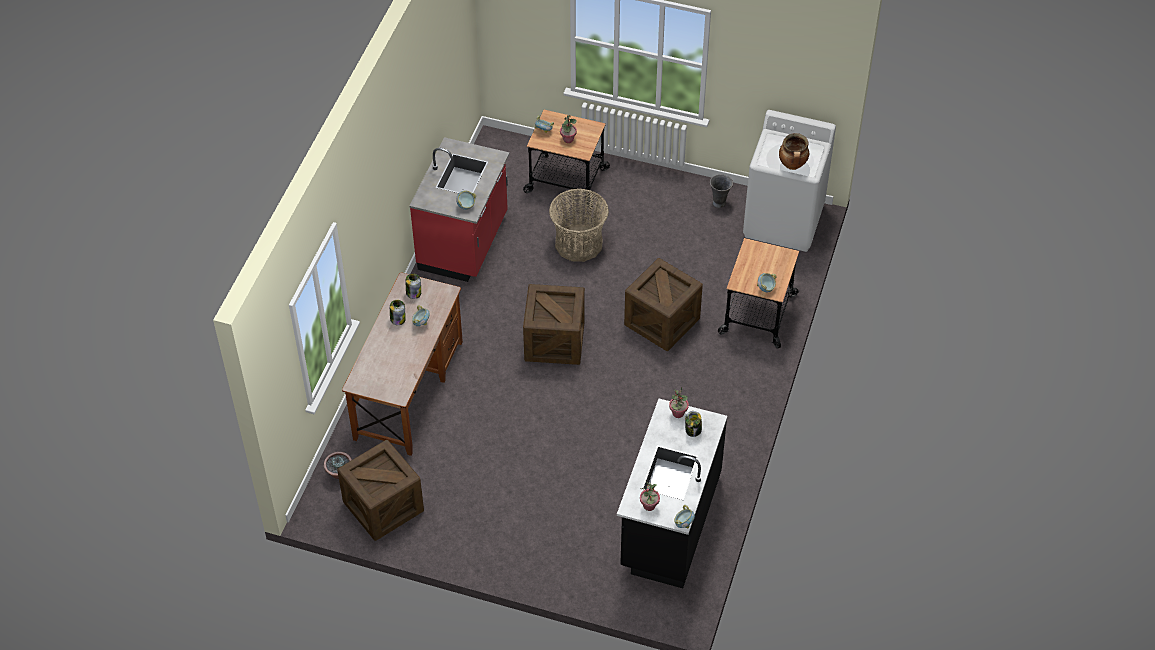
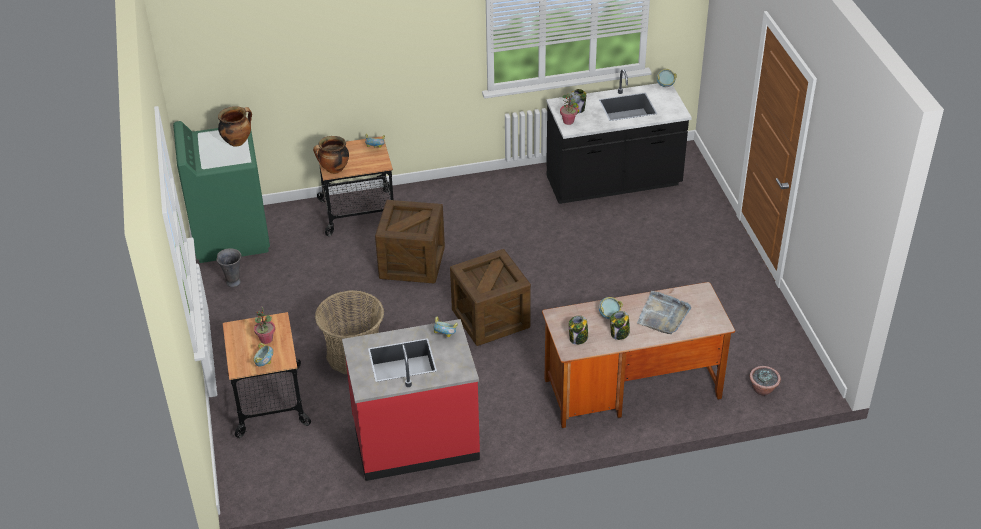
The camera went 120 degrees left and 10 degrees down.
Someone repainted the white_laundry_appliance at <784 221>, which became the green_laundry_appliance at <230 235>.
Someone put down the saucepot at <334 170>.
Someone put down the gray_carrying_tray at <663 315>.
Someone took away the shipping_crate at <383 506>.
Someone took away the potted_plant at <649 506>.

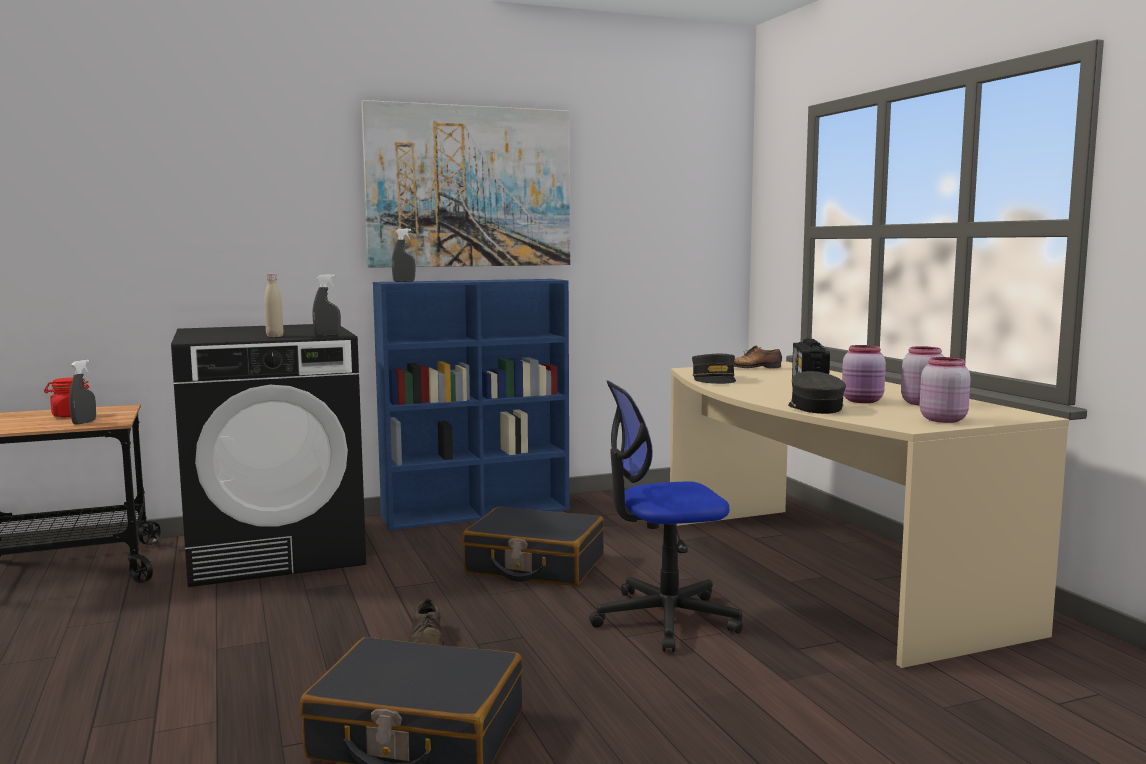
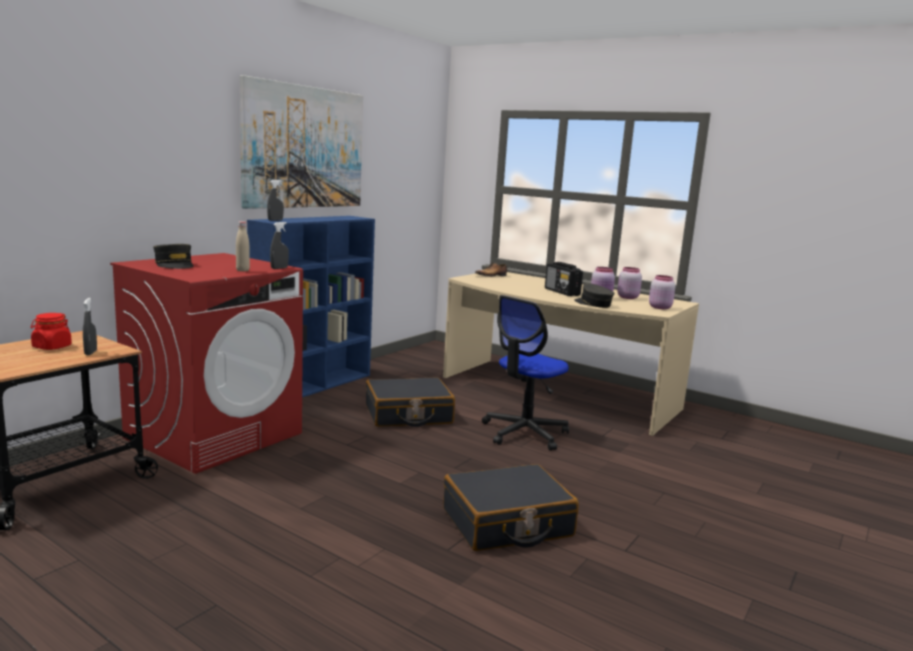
The camera went 35 degrees left and 5 degrees up.
Someone repainted the blackish_laundry_appliance at <276 551>, which became the red-coloured_laundry_appliance at <215 435>.
Someone carried the gray_cap from <714 379> to <174 265>.
Someone took away the brown-coloured_low_shoe at <427 642>.

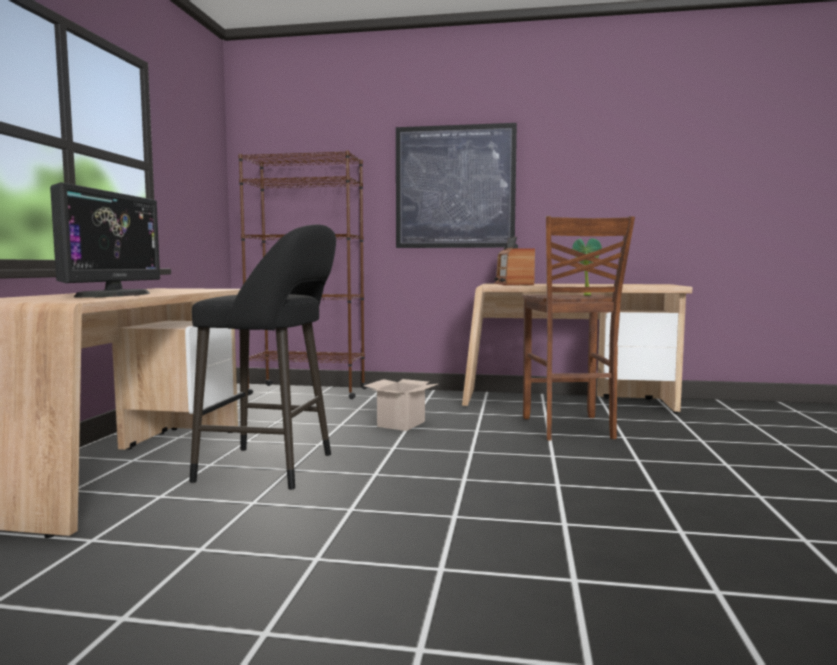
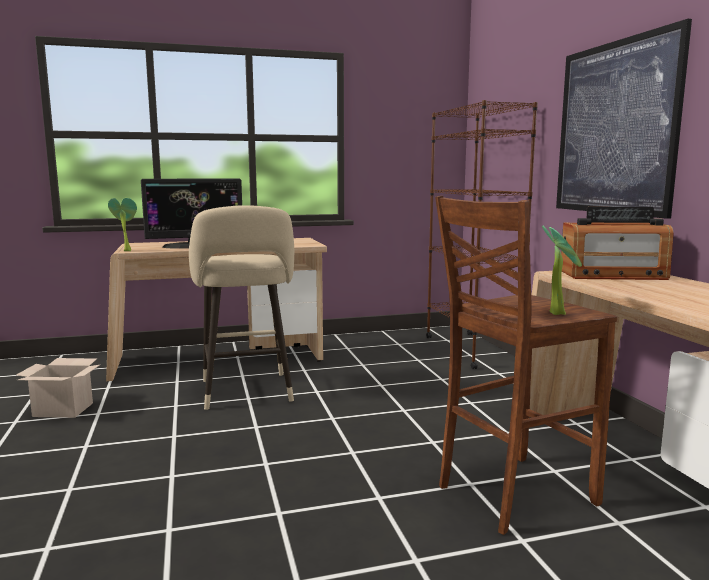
The camera went 65 degrees right and 5 degrees up.
Someone carried the cardboard_box from <401 423> to <65 409>.
Someone put down the potted_plant at <126 251>.
Someone repainted the blackish_stool_seat at <273 468>, which became the beige_stool_seat at <247 393>.
Someone rotated the radio_receiver at <513 284> by 150 degrees counterclockwise.

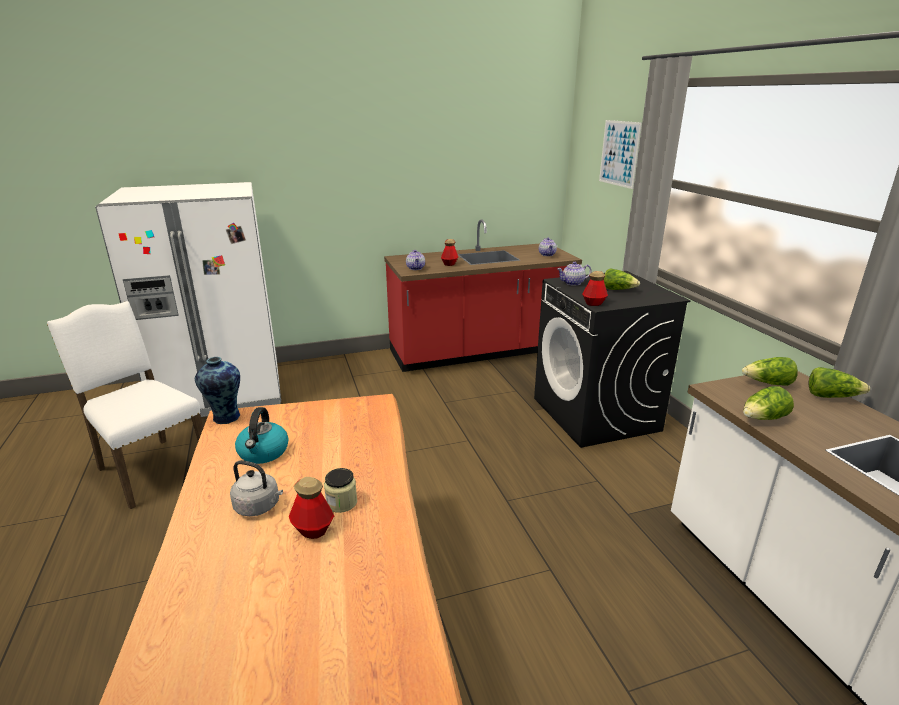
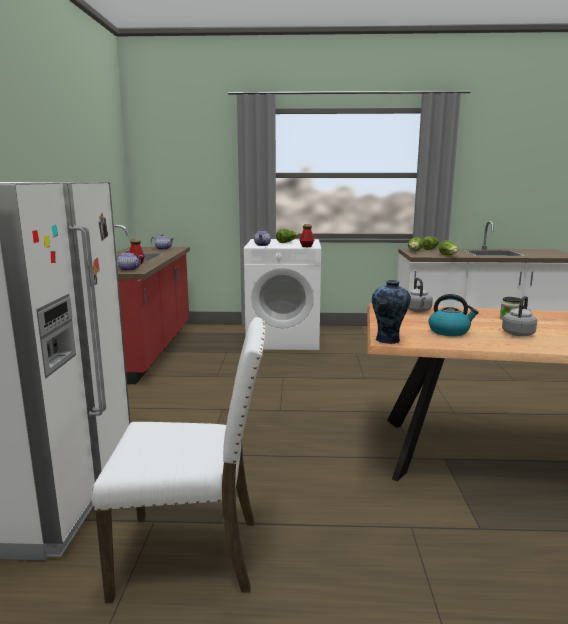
The camera went 70 degrees left and 10 degrees down.
Someone rotated the white_chair at <150 469> by 150 degrees counterclockwise.
Someone repainted the blackish_laundry_appliance at <596 414>, which became the white_laundry_appliance at <284 339>.
Someone put down the gray_kettle at <418 311>.
Someone took away the drink_bottle at <313 529>.
Someone took away the wall_art at <619 153>.

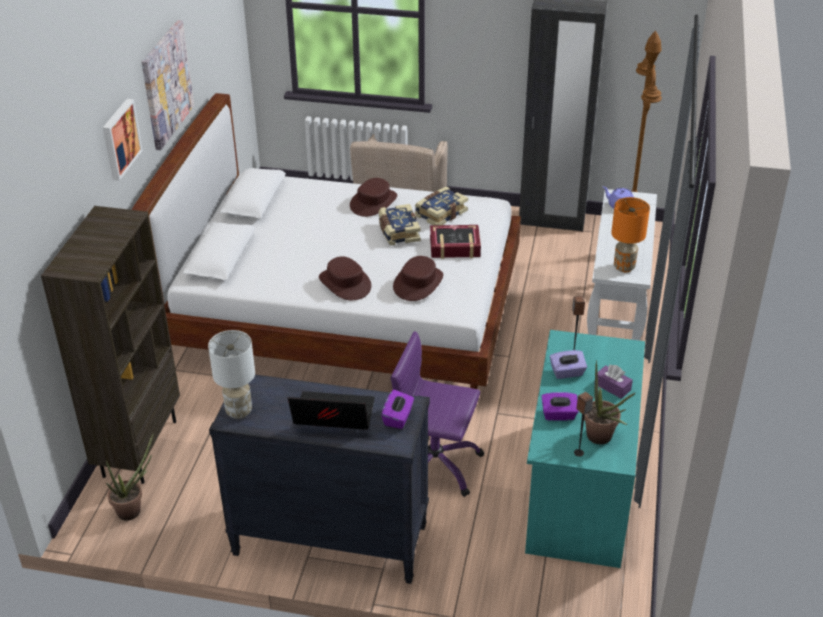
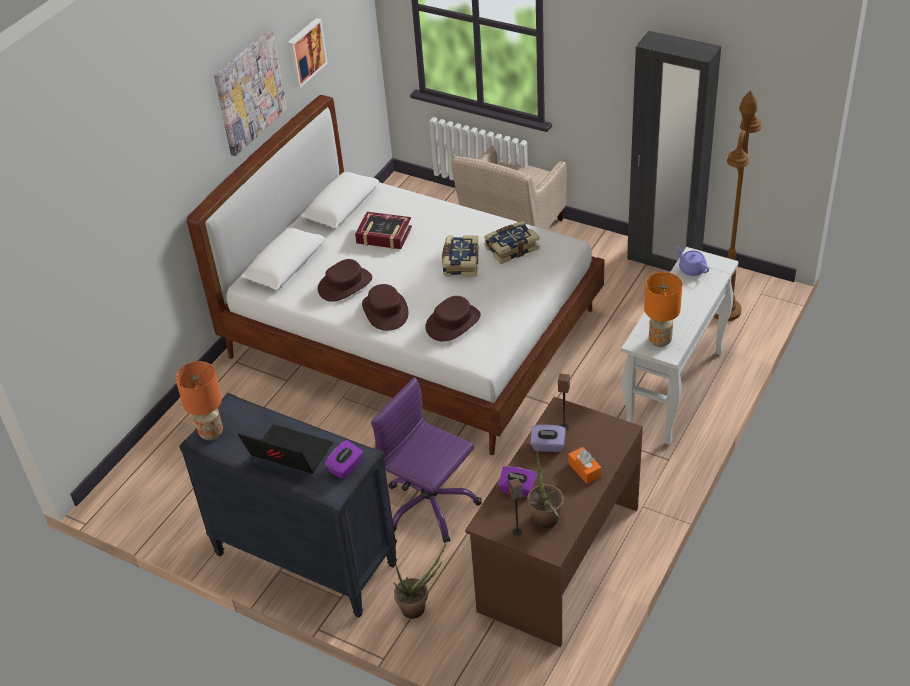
The camera went 20 degrees right and 5 degrees up.
Someone repainted the white_table_lamp at <239 412>, which became the orange-coloured_table_lamp at <211 433>.
Someone carried the wall_art from <119 139> to <305 52>.
Someone carried the brown-coloured_hat from <374 202> to <345 285>.
Someone carried the book from <455 247> to <384 235>.
Someone carried the potted_plant from <134 509> to <418 607>.
Someone repainted the blue-green_desk_unit at <578 488>, which became the brown-coloured_desk_unit at <557 557>.
Someone repainted the purplish_tissue_box at <612 387>, which became the orange-coloured_tissue_box at <584 470>.
Someone took away the brown-coloured_bookshelf at <139 447>.

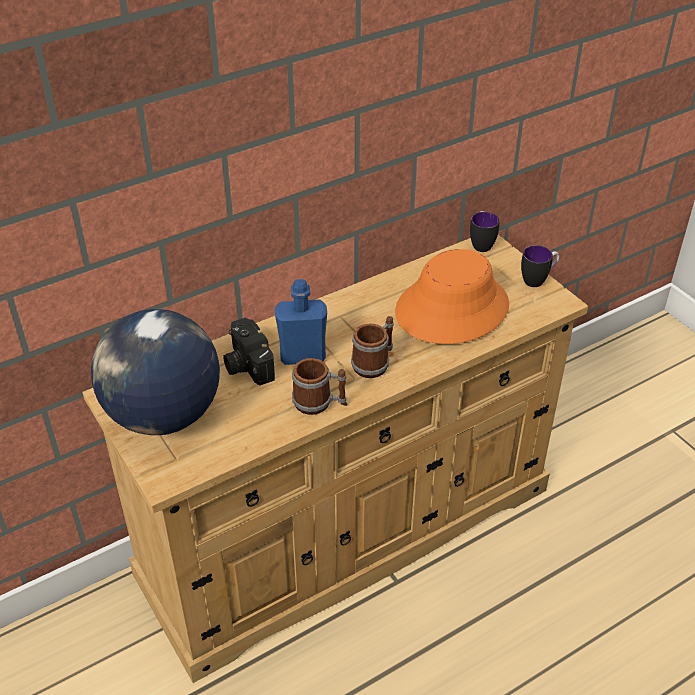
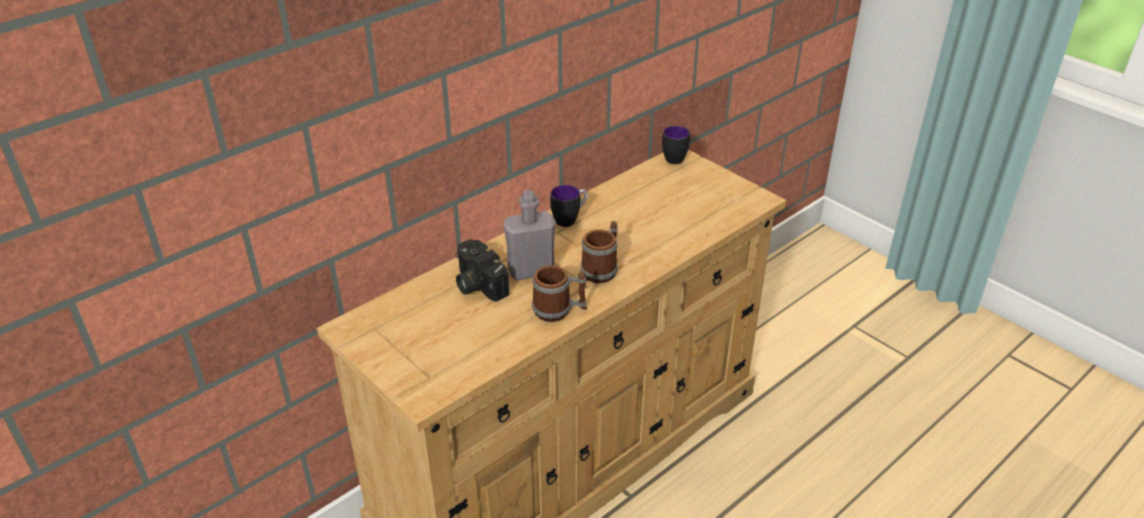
The camera went 10 degrees left and 5 degrees down.
Someone repainted the blue-coloured_drink_bottle at <302 356>, which became the gray_drink_bottle at <531 271>.
Someone carried the mug from <538 280> to <570 219>.
Someone took away the globe at <163 415>.
Someone took away the orange-coloured_hat at <451 308>.

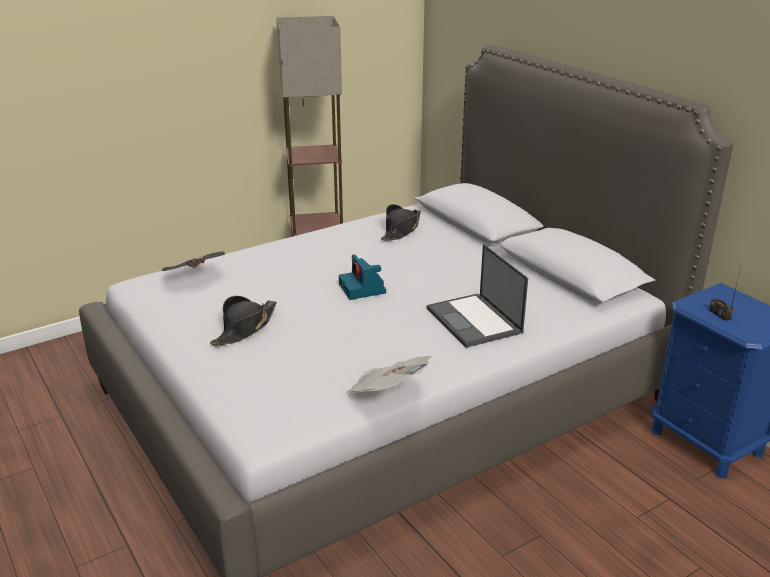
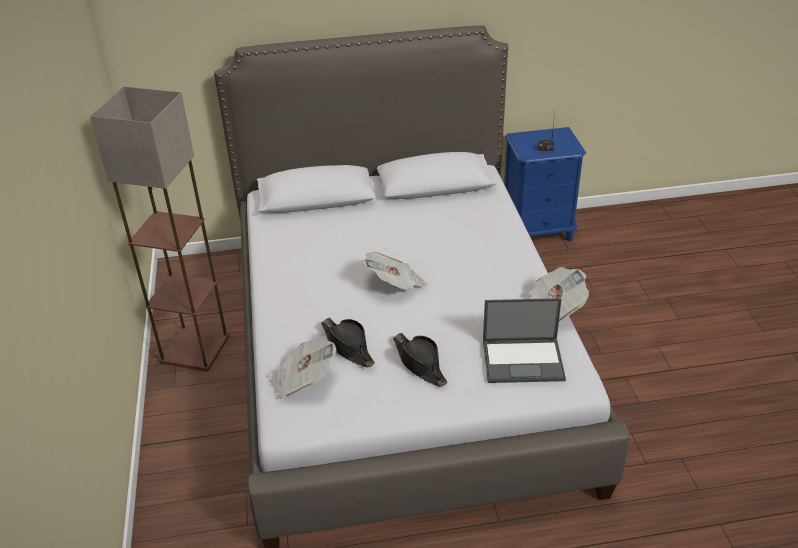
The camera went 65 degrees left and 10 degrees up.
Someone carried the blackish_hat from <401 230> to <348 347>.
Someone swapped the still_camera at <363 289> for the daily_paper at <396 284>.
Someone carried the portable_computer from <475 321> to <524 360>.

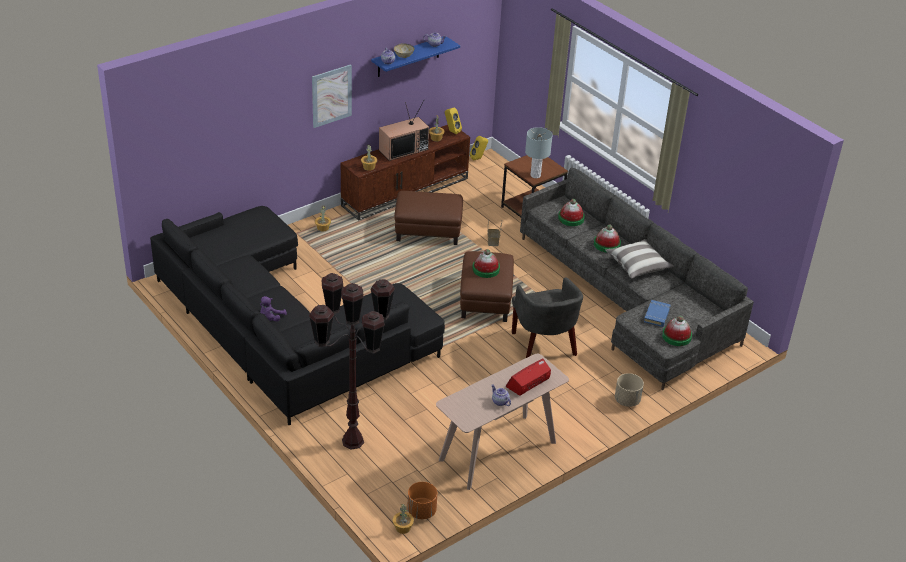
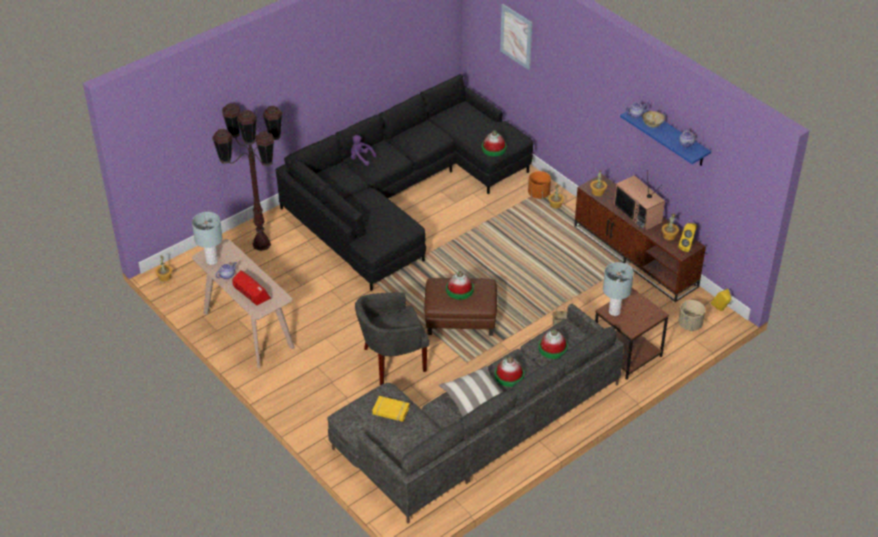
The camera went 90 degrees right and 5 degrees up.
Someone put down the gray_table_lamp at <212 261>.
Someone repainted the blue-coloured_book at <657 315>, which became the yellowish_book at <391 411>.
Someone carried the hat from <676 336> to <494 148>.
Someone carried the wall_art from <331 96> to <516 36>.
Someone carried the orange-coloured_flower_pot from <421 511> to <538 194>.
Someone carried the beige_flower_pot from <627 400> to <690 324>.
Someone took away the brown-coloured_ottoman at <428 231>.

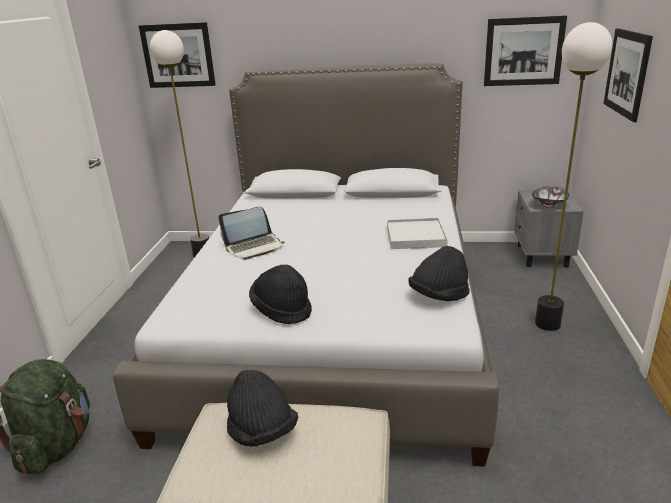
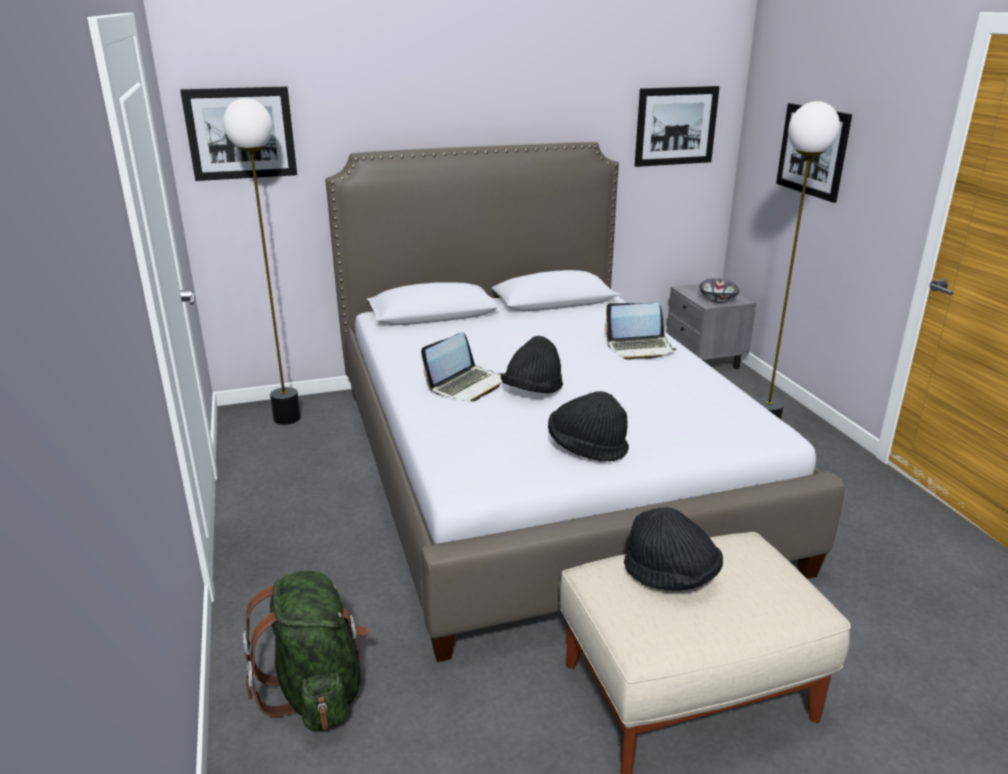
The camera went 25 degrees left and 0 degrees up.
Someone carried the blackish_hat from <439 296> to <532 391>.
Someone swapped the white_carrying_tray at <415 236> for the portable_computer at <640 348>.

